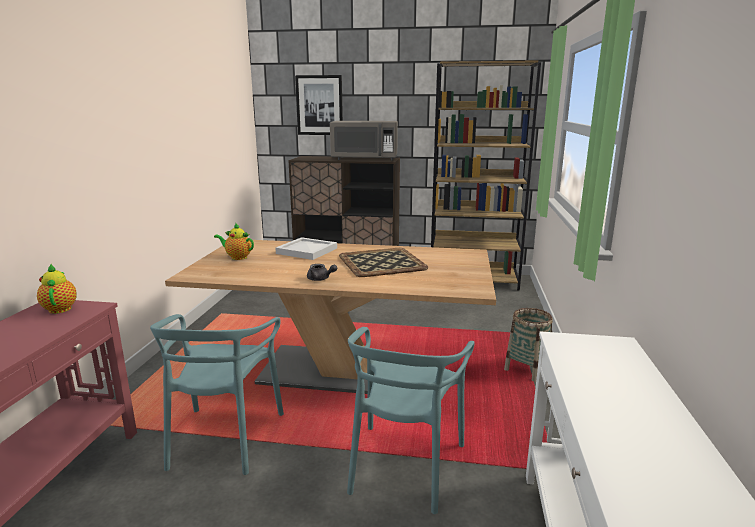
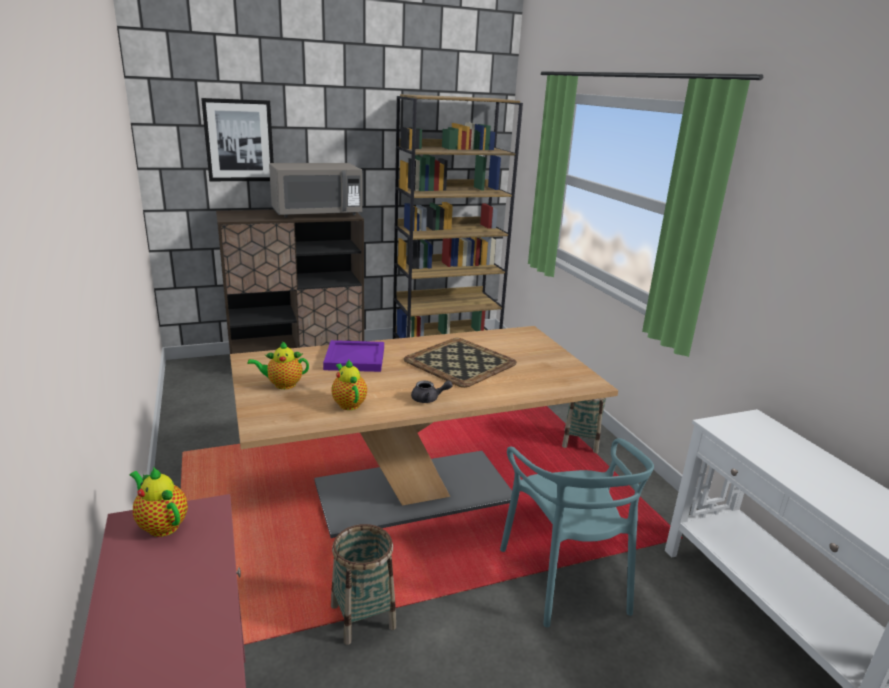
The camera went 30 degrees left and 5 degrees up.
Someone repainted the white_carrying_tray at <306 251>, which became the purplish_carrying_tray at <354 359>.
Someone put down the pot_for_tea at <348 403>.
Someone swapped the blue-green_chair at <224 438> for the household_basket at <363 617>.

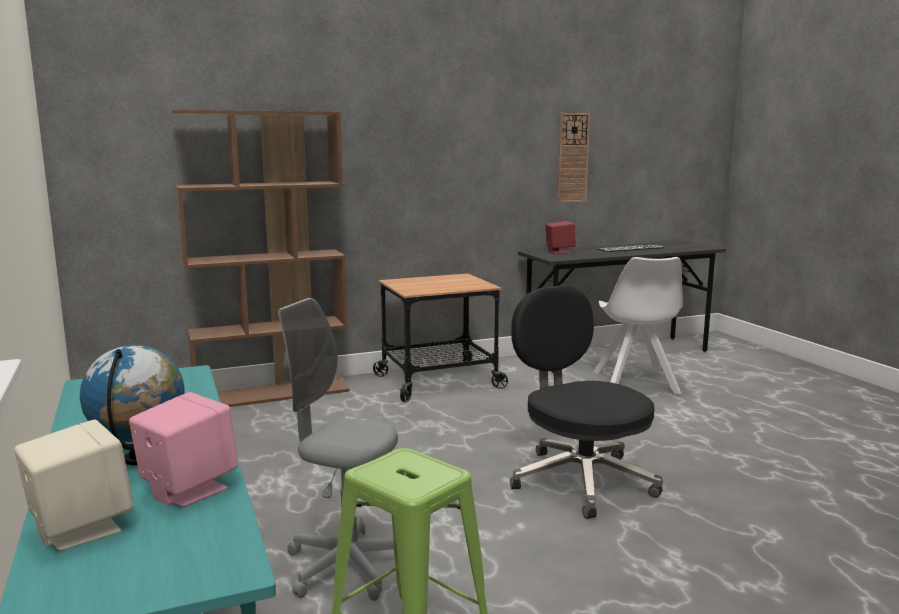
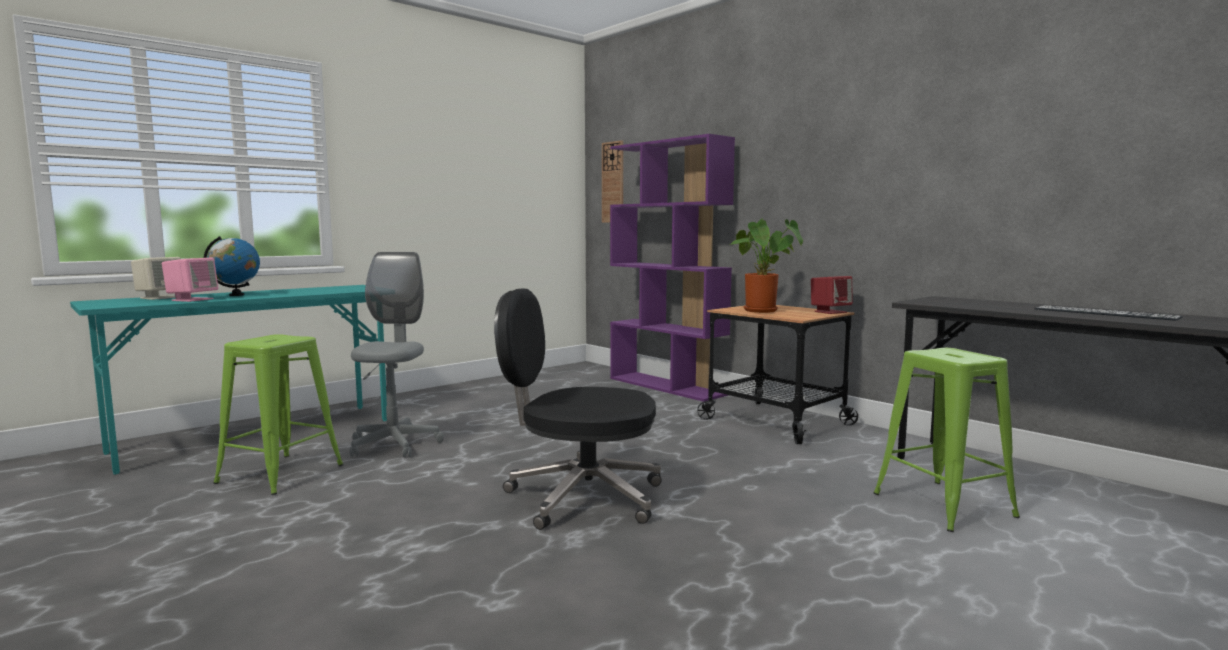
The camera went 70 degrees right and 5 degrees down.
Someone rotated the blackish_desk_chair at <580 480> by 120 degrees counterclockwise.
Someone carried the clock_on_the_wall from <572 158> to <613 182>.
Someone repainted the brown-coloured_bookshelf at <273 394>, which became the purplish_bookshelf at <667 386>.
Someone put down the potted_plant at <763 311>.
Someone carried the red-coloured_speaker from <559 251> to <830 312>.
Someone swapped the white_chair at <635 384> for the green_stool_seat at <944 505>.

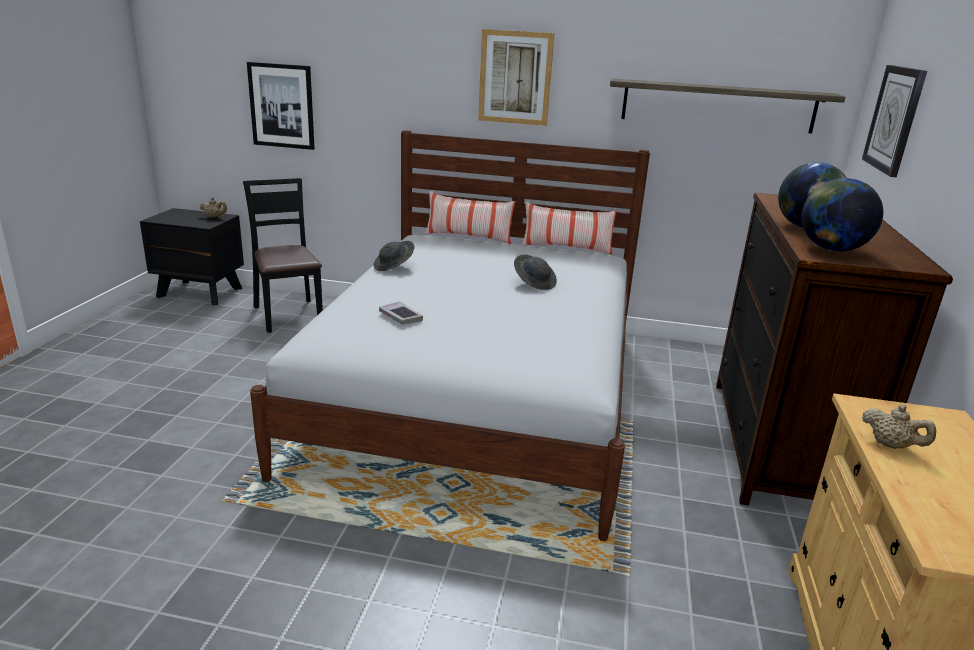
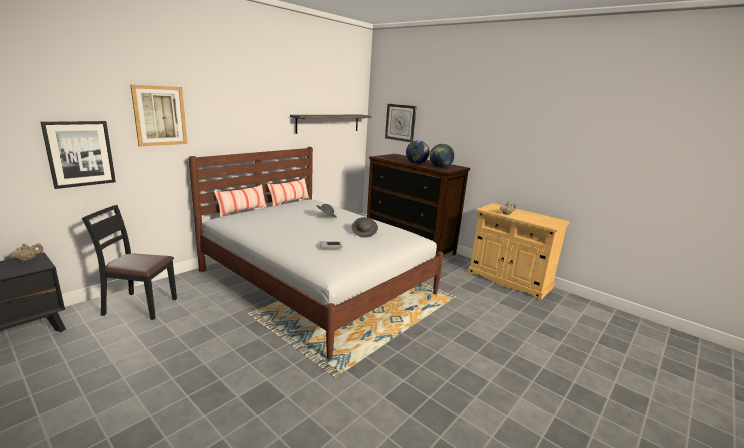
The camera went 60 degrees left and 5 degrees down.
Someone carried the wall_art from <515 78> to <160 116>.
Someone carried the gray_hat from <394 266> to <364 233>.

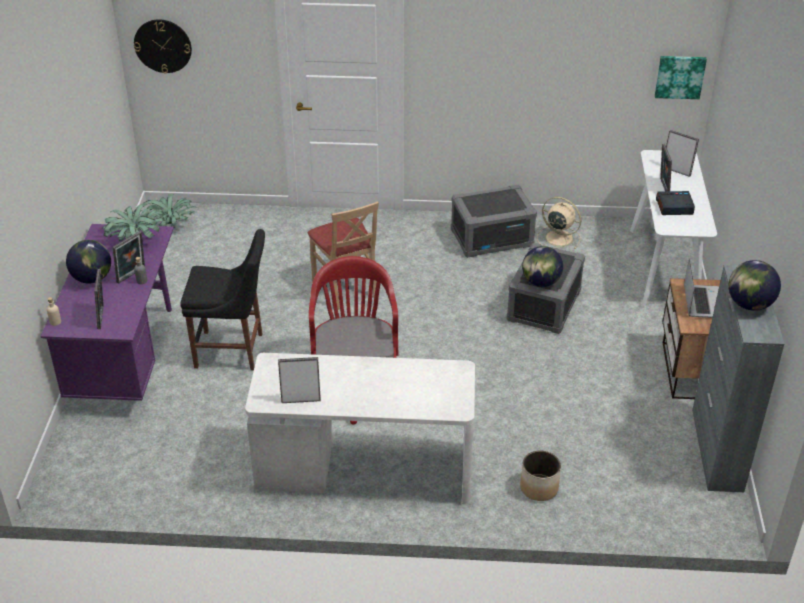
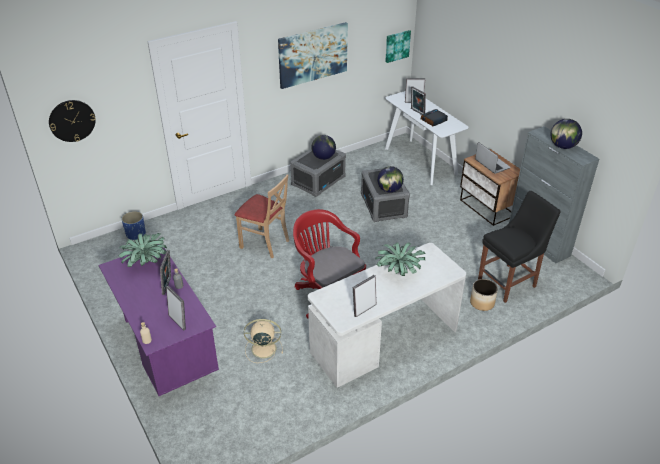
The camera went 35 degrees left and 0 degrees up.
Someone put down the blue-coloured_flower_pot at <136 234>.
Someone carried the beige_fan from <557 237> to <262 349>.
Someone put up the wall_art at <313 55>.
Someone carried the globe from <92 278> to <323 157>.
Someone carried the potted_plant from <171 226> to <399 271>.
Someone carried the blackish_chair from <233 351> to <509 282>.

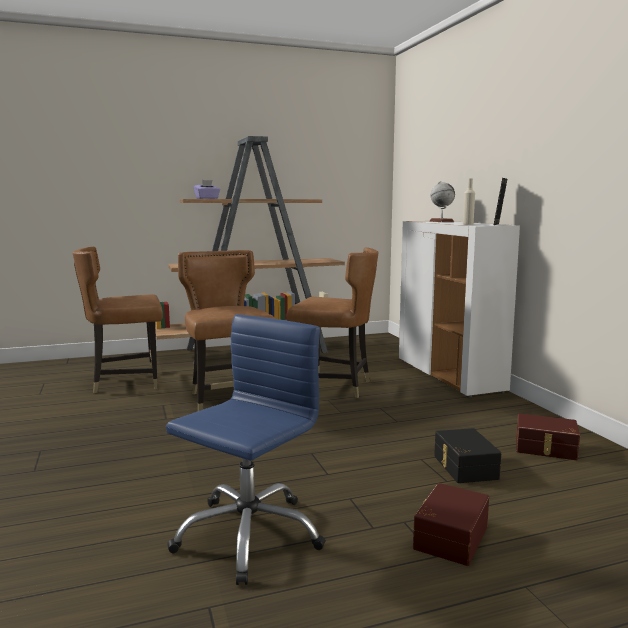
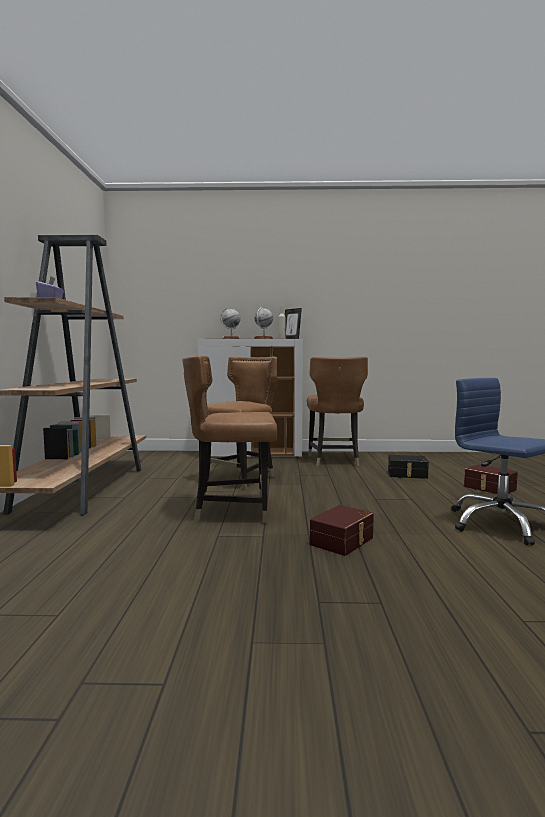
The camera went 70 degrees left and 5 degrees down.
Someone put down the globe at <263 338>.
Someone carried the brown-coloured_chair from <126 382> to <334 461>.
Someone carried the brown-coloured_storage_bin from <545 448> to <343 541>.

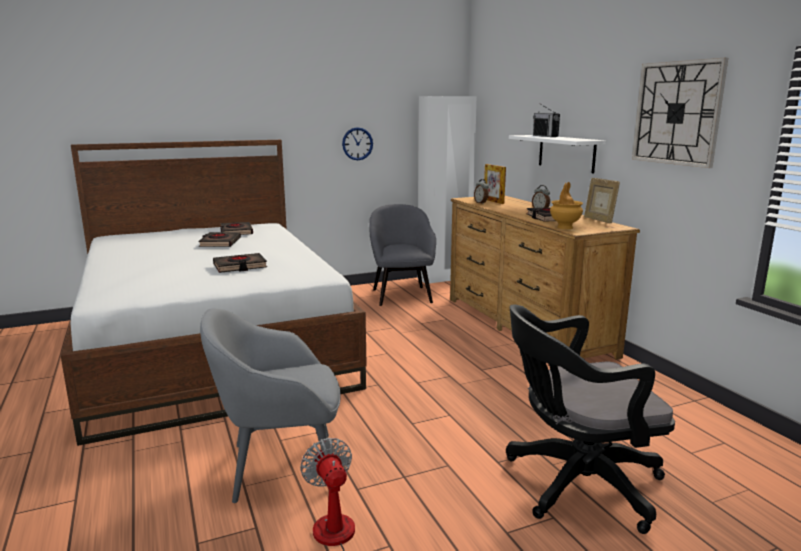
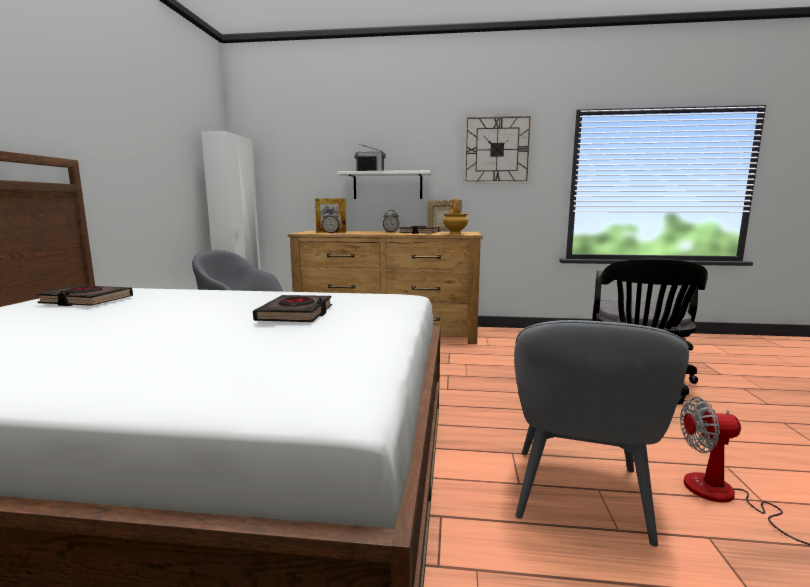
The camera went 60 degrees left and 5 degrees down.
Someone took away the blackish_book at <220 243>.
Someone took away the clock_on_the_wall at <357 143>.

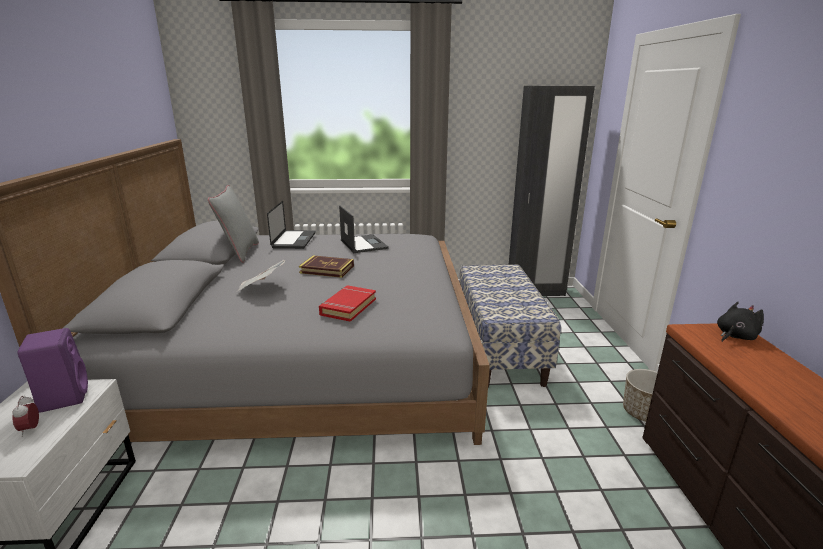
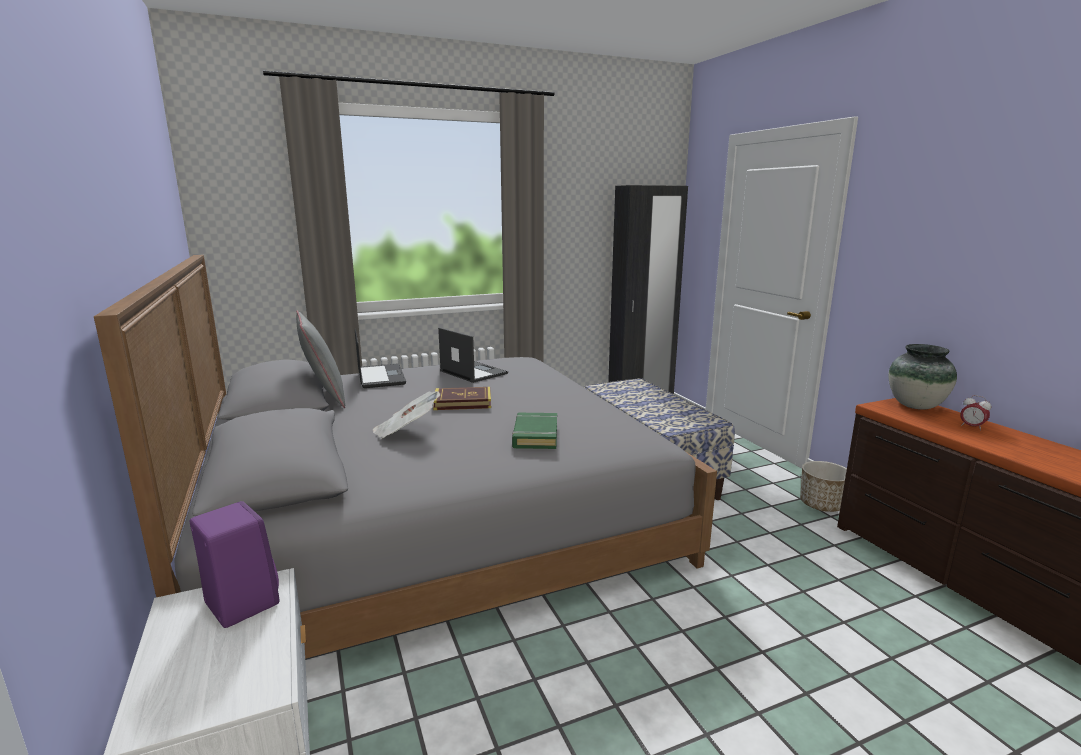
The camera went 20 degrees left and 5 degrees down.
Someone repainted the red-coloured_book at <348 307>, which became the green_book at <535 435>.
Someone swapped the blackish_cuddly_toy at <734 336> for the flower_vase at <915 406>.
Someone carried the table_clock from <30 429> to <971 427>.

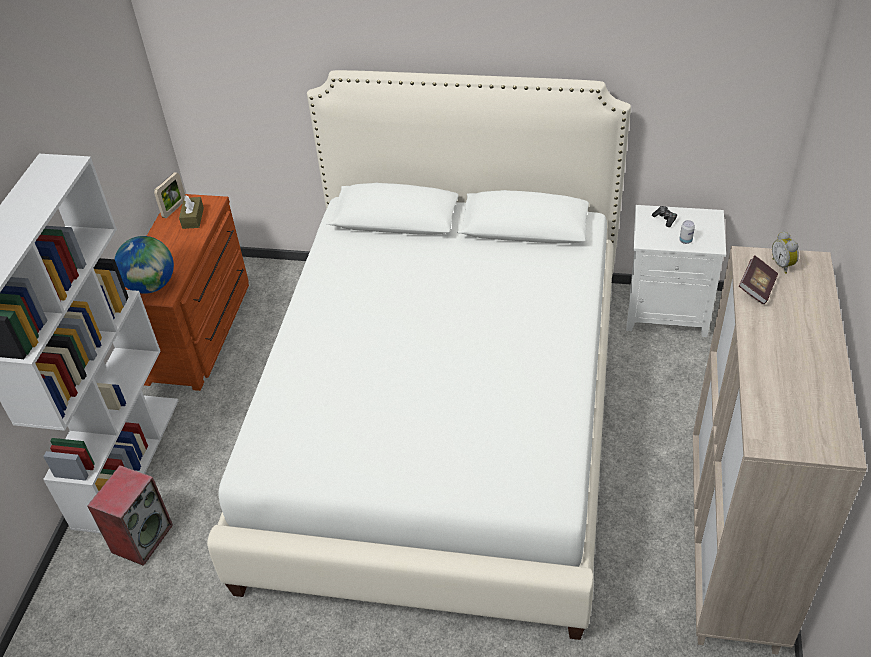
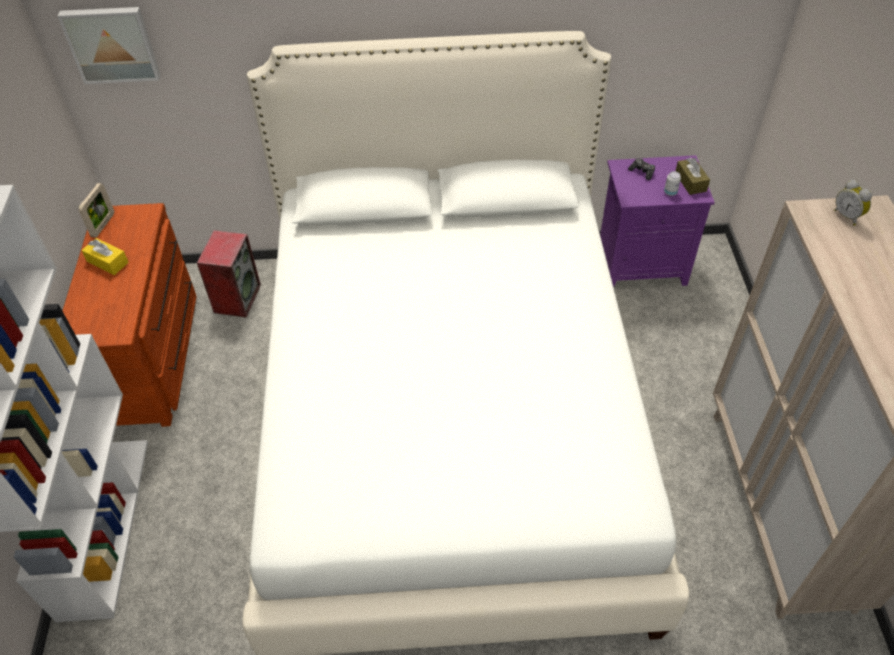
The camera went 15 degrees left and 5 degrees up.
Someone put up the wall_art at <111 44>.
Someone put down the yellowish_tissue_box at <107 262>.
Someone carried the speaker from <142 537> to <237 298>.
Someone repainted the white_night_table at <668 311>, which became the purplish_night_table at <642 264>.
Someone carried the brown-coloured_tissue_box from <193 218> to <690 182>.
Someone took away the globe at <151 286>.
Someone took away the book at <756 288>.

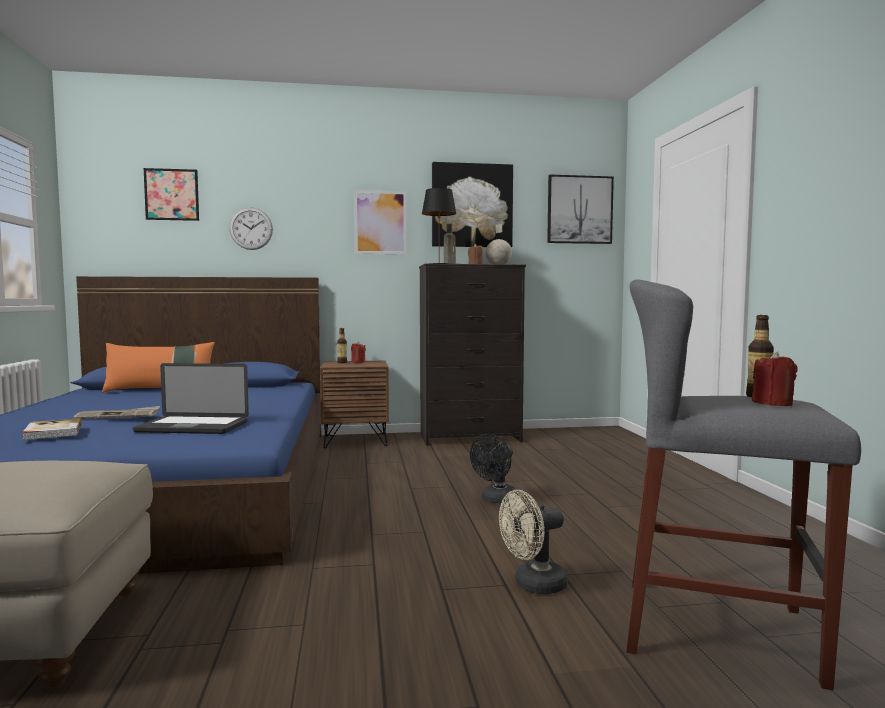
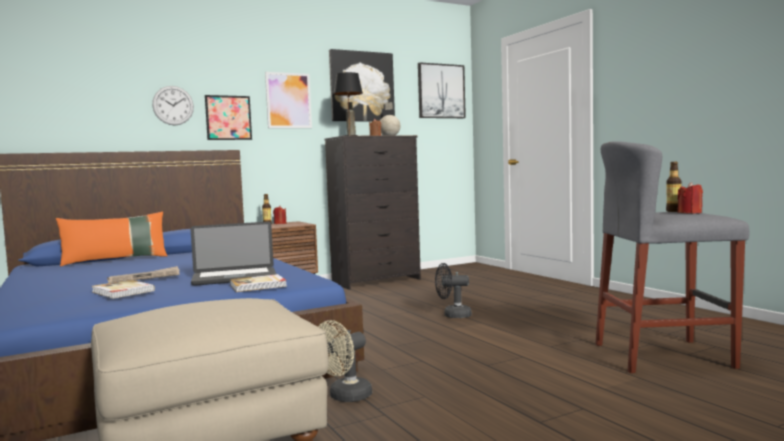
The camera went 20 degrees left and 0 degrees up.
Someone carried the wall_art from <172 194> to <228 117>.
Someone put down the book at <258 285>.
Someone carried the beige_fan from <533 585> to <345 397>.
Someone rotated the blackish_fan at <496 500> by 75 degrees clockwise.

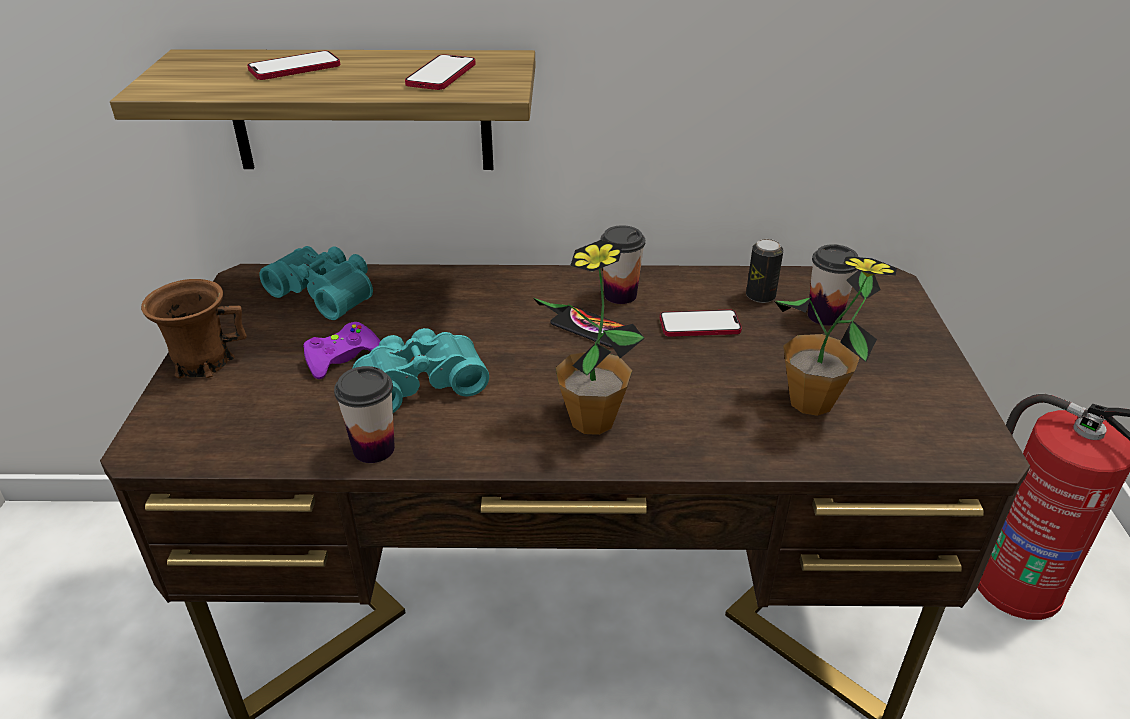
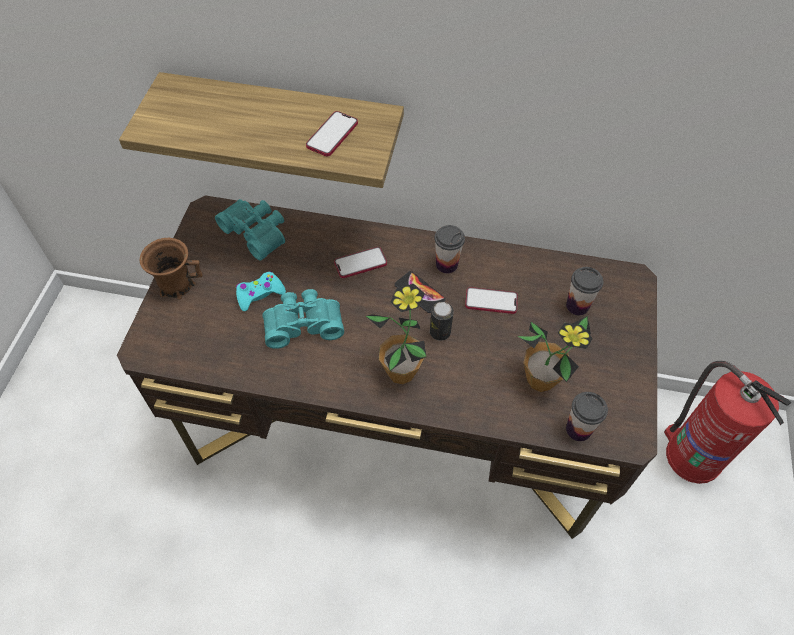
The camera went 10 degrees right and 20 degrees up.
Someone repainted the purplish_gamepad at <342 358>, which became the blue-green_gamepad at <259 294>.
Someone carried the telephone from <295 68> to <360 263>.
Someone carried the can from <760 296> to <440 332>.
Someone carried the cup from <374 449> to <578 429>.

